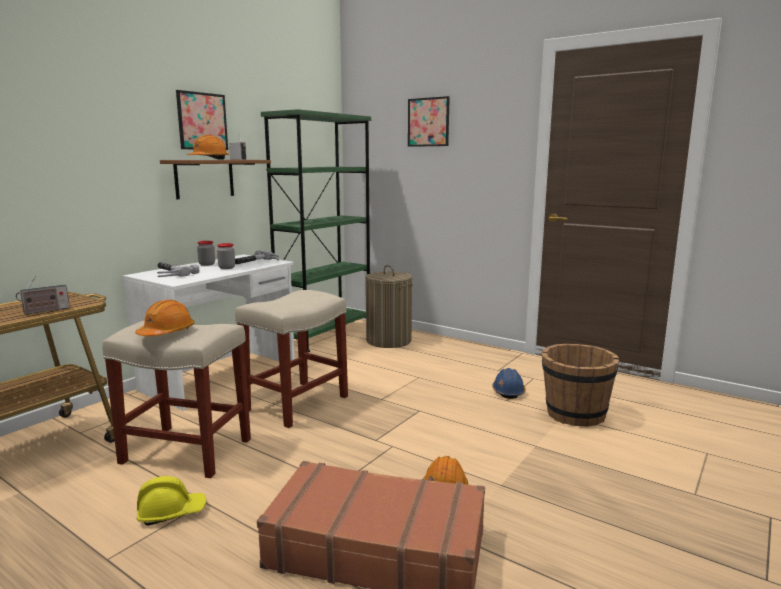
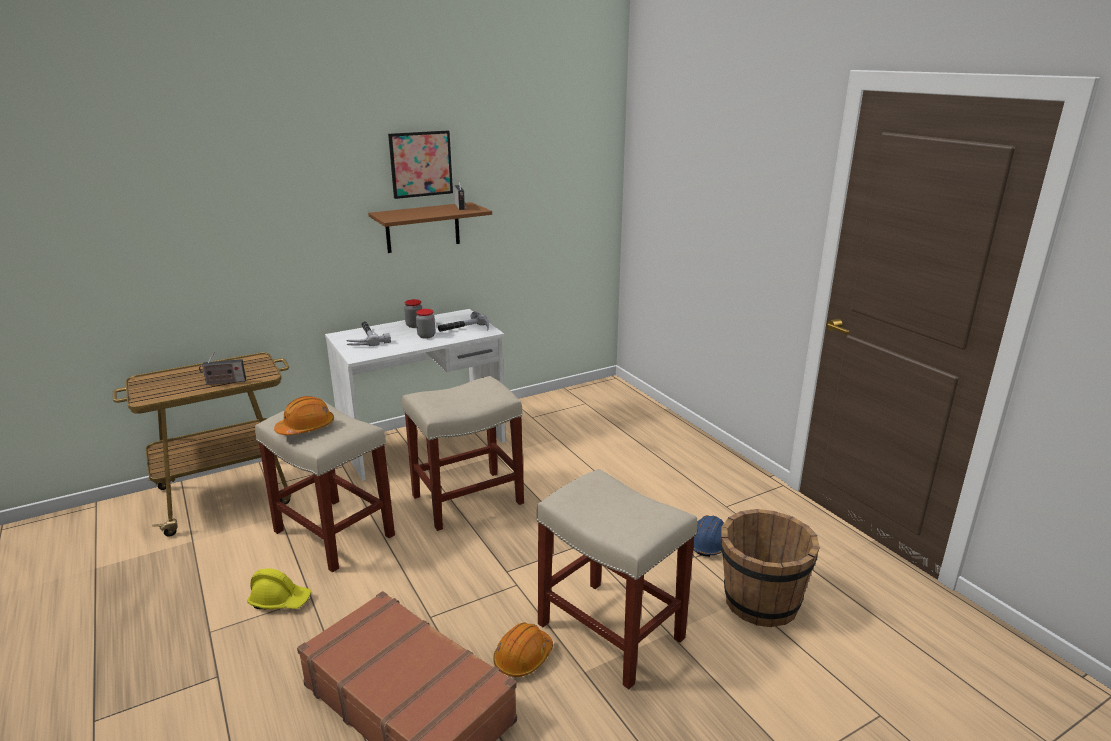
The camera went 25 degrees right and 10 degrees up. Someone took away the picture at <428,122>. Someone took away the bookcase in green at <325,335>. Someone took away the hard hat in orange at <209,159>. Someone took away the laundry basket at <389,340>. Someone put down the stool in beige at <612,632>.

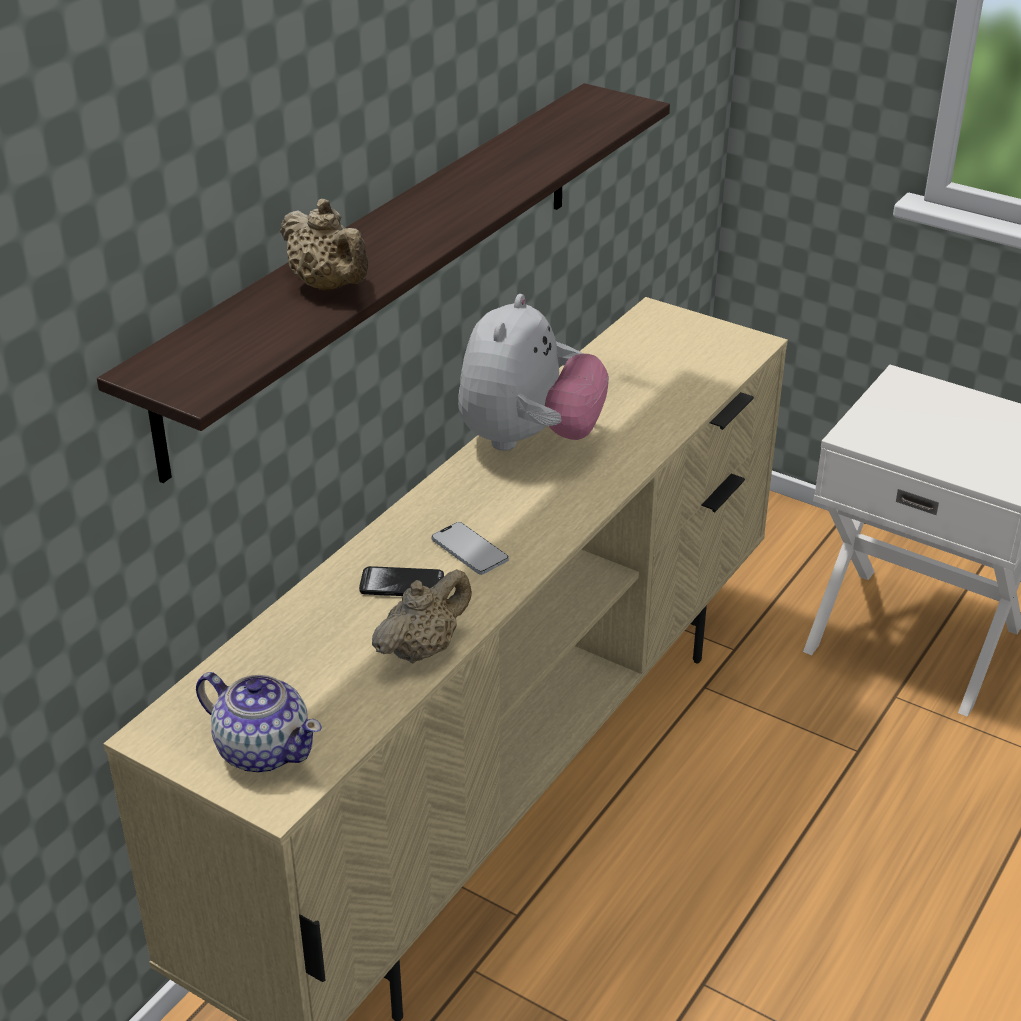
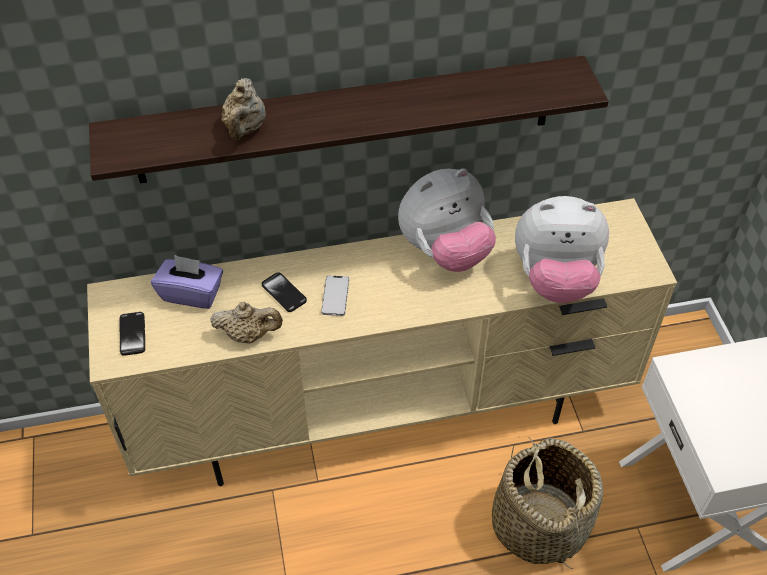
The camera went 45 degrees right and 15 degrees up. Someone swapped the teapot at <263,749> for the phone at <132,334>. Someone put down the plush toy at <555,279>. Someone put down the tissue box in purple at <192,293>. Someone put down the basket at <539,523>.

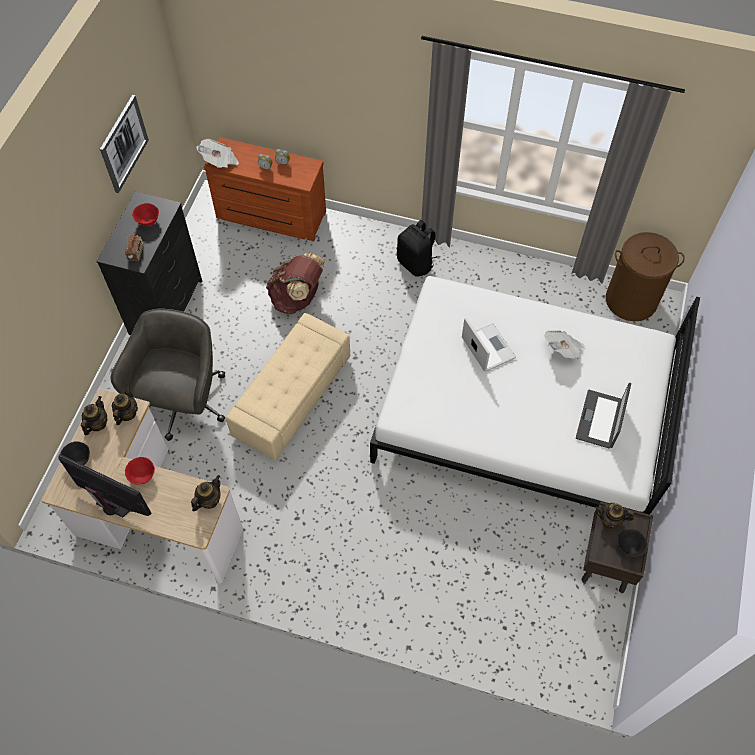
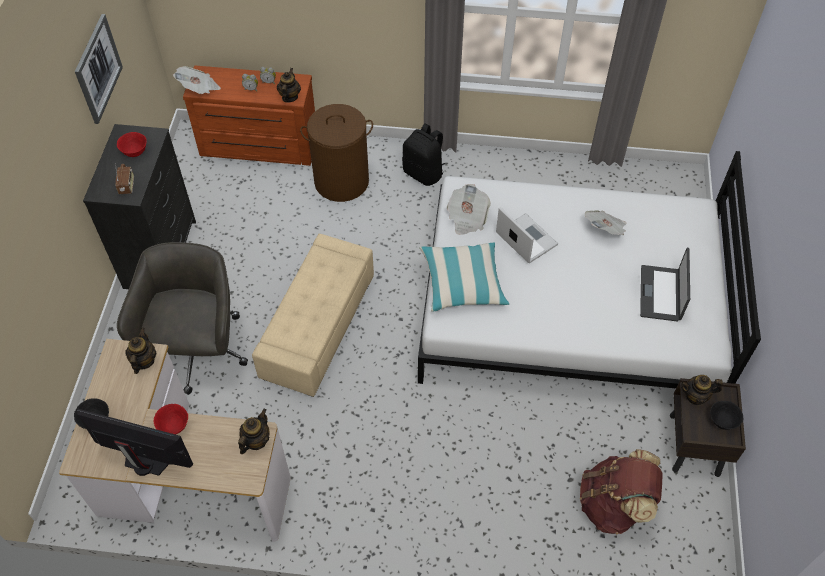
The camera went 10 degrees left and 5 degrees down. Someone carried the laundry basket in brown from <631,300> to <341,181>. Someone carried the backpack in brown from <297,298> to <613,504>. Someone carried the teapot from <97,423> to <289,97>. Someone put down the newspaper at <467,218>. Someone put down the pillow at <462,282>.

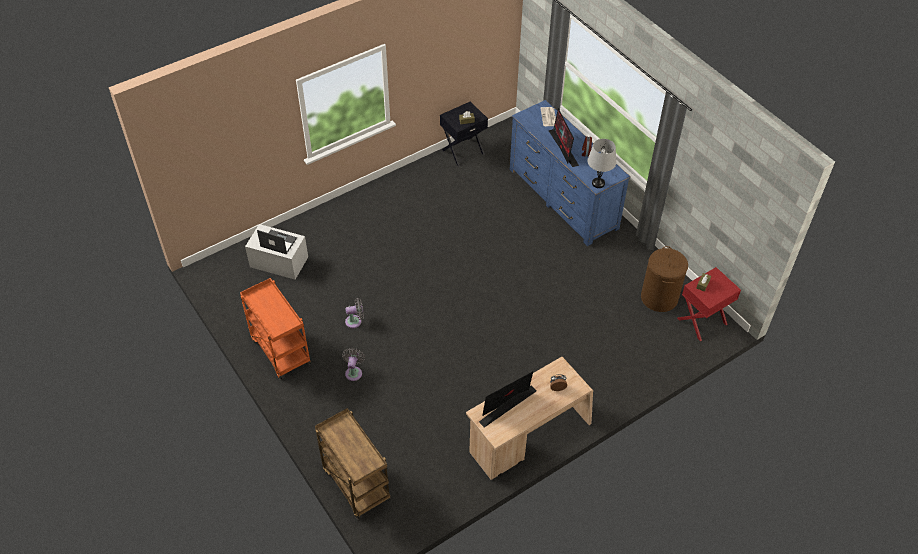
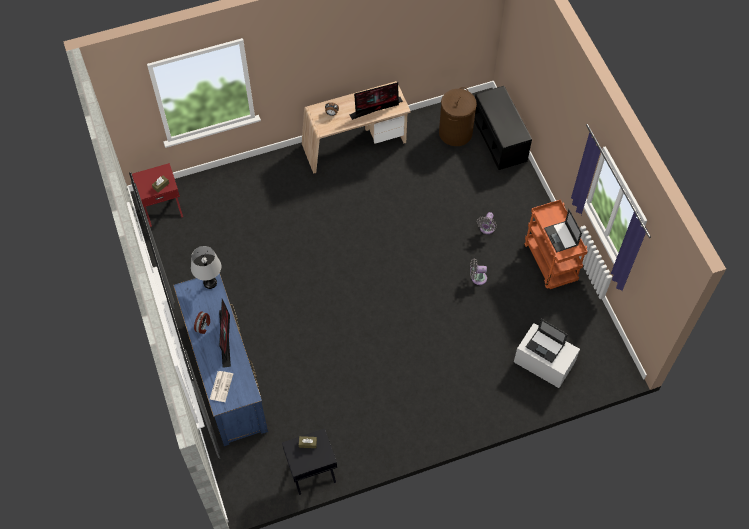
The camera went 165 degrees left and 10 degrees up. Someone carried the laundry basket in brown from <659,298> to <455,133>. Someone swapped the cart in brown at <355,484> for the bench in black at <500,139>. Someone put down the laptop at <561,237>.

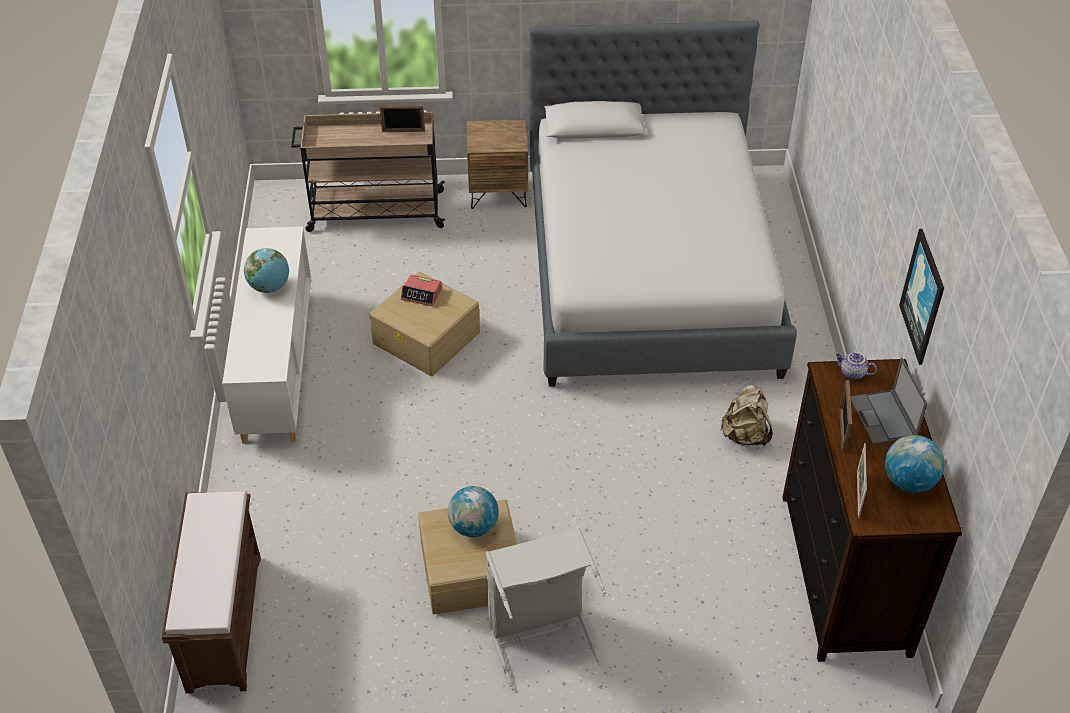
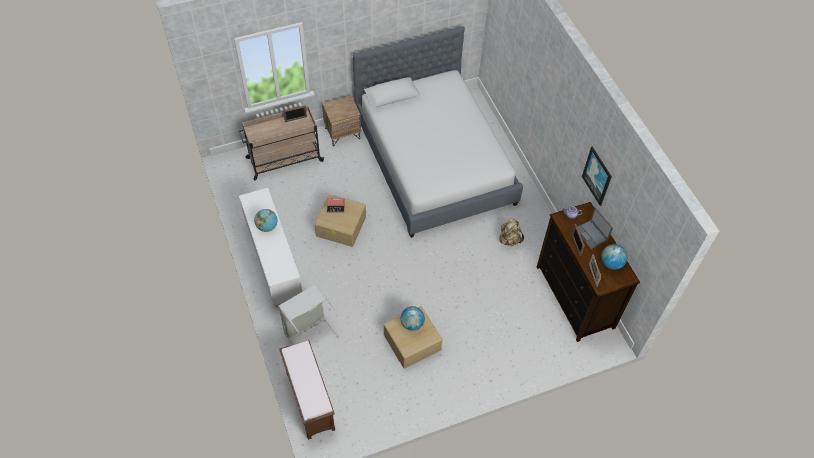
The camera went 20 degrees left and 10 degrees up. Someone carried the laundry basket in grey from <541,636> to <308,331>.

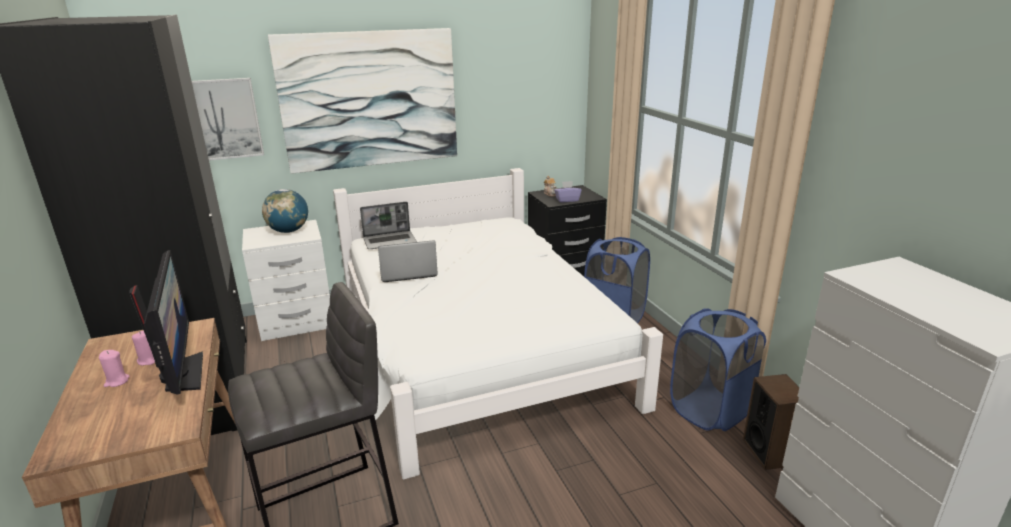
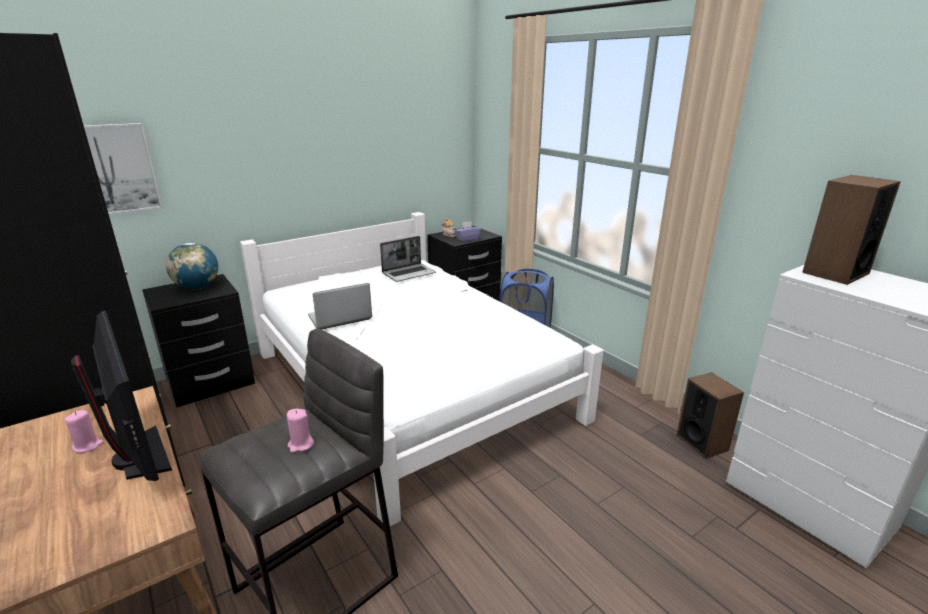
The camera went 15 degrees left and 0 degrees up. Someone took away the picture at <370,100>. Someone carried the laptop from <390,241> to <409,273>. Someone repainted the nightstand in white at <297,322>, which became the nightstand in black at <211,383>. Someone took away the laundry basket in blue at <710,410>. Someone carried the candle in pink from <117,381> to <301,444>. Someone put down the speaker at <835,273>.

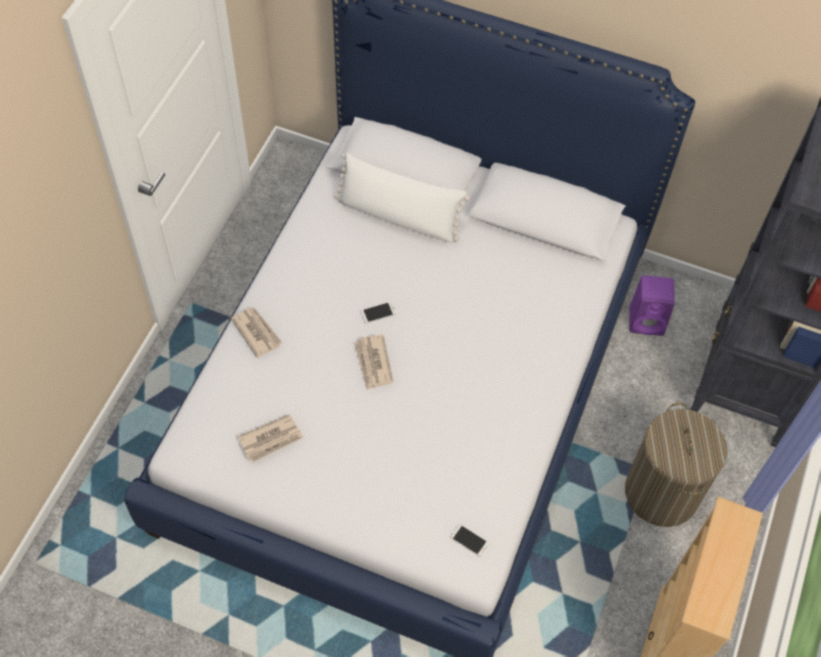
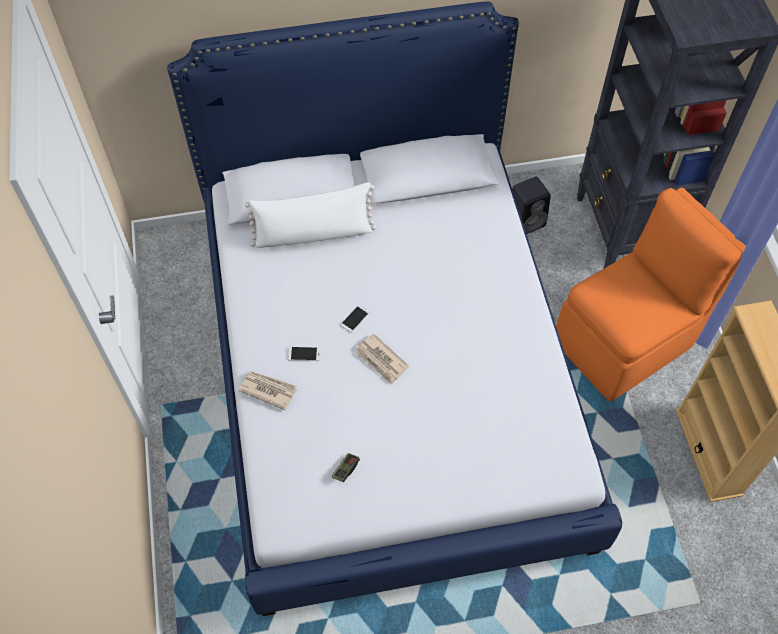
The camera went 30 degrees left and 0 degrees up. Someone repainted the speaker in purple at <647,321>, which became the speaker in black at <526,221>. Someone swapped the laundry basket at <661,492> for the chair in orange at <626,341>. Someone swapped the newspaper at <271,439> for the game controller at <345,469>. Someone carried the phone from <469,540> to <304,354>.

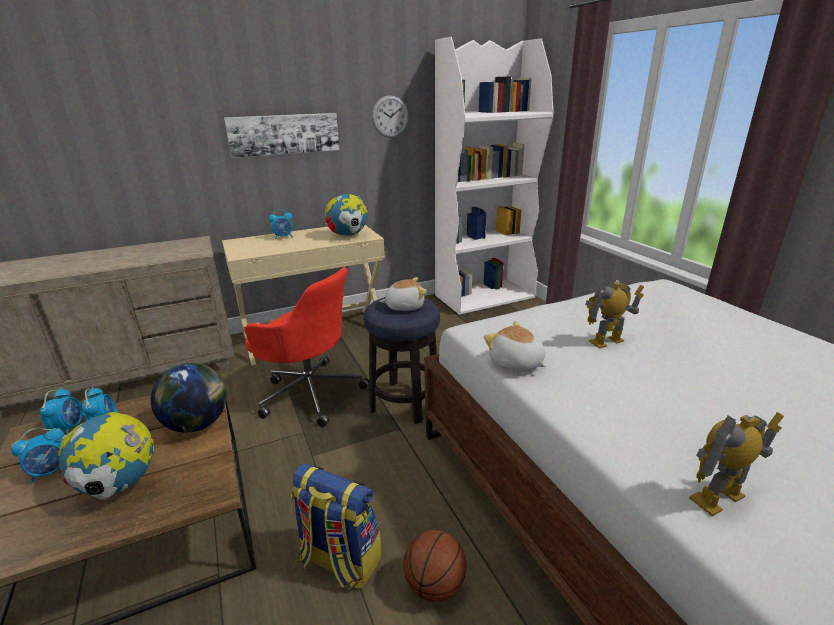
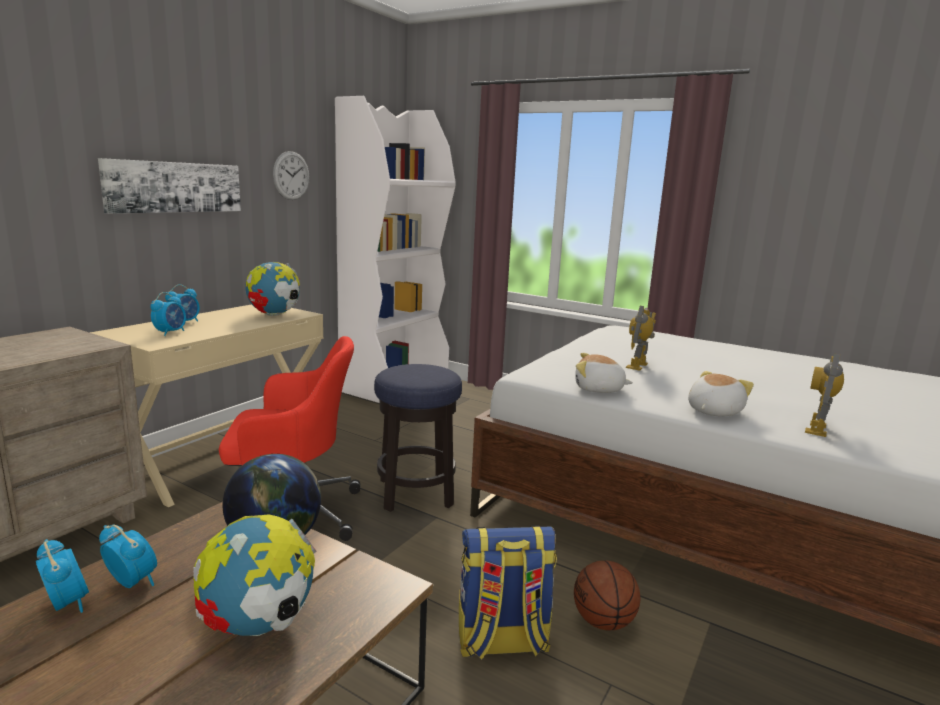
The camera went 35 degrees left and 10 degrees down. Someone carried the plush toy from <404,306> to <712,411>. Someone carried the alarm clock from <51,471> to <170,332>.

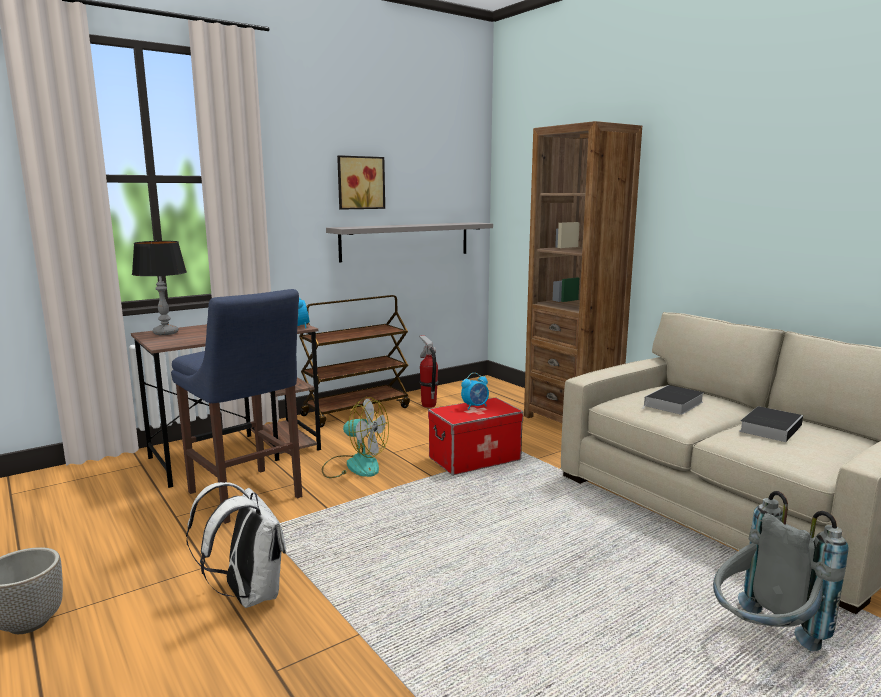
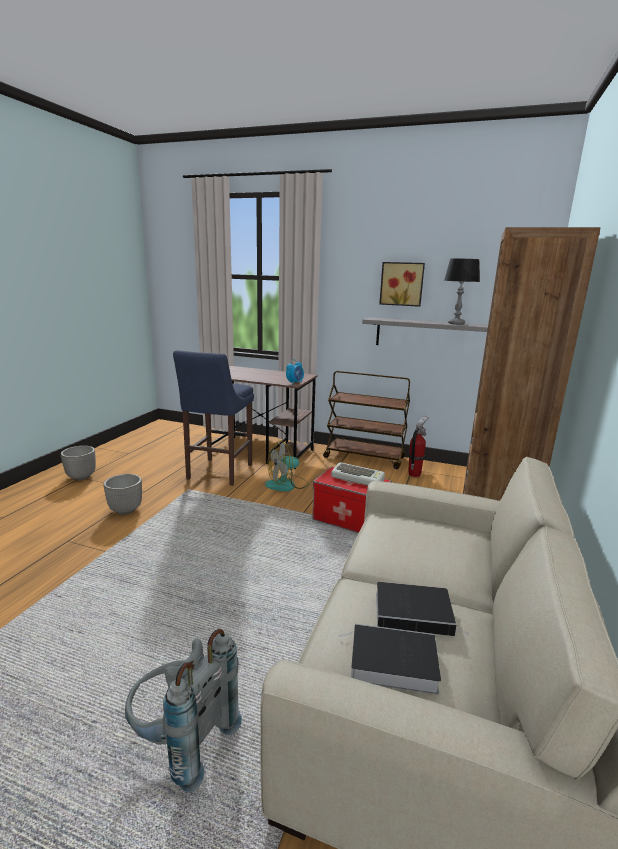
The camera went 55 degrees right and 5 degrees up. Someone carried the table lamp from <166,333> to <456,324>. Someone swapped the alarm clock at <475,406> for the keyboard at <358,478>. Someone carried the book from <673,404> to <390,662>. Someone rotated the fan at <354,465> by 75 degrees clockwise. Someone swapped the backpack in white at <248,594> for the planter at <126,510>.

